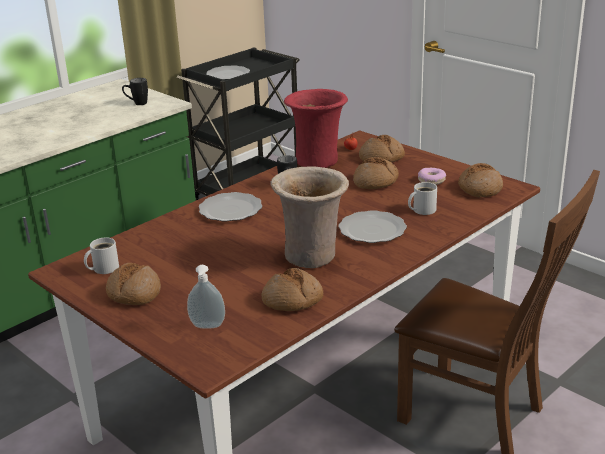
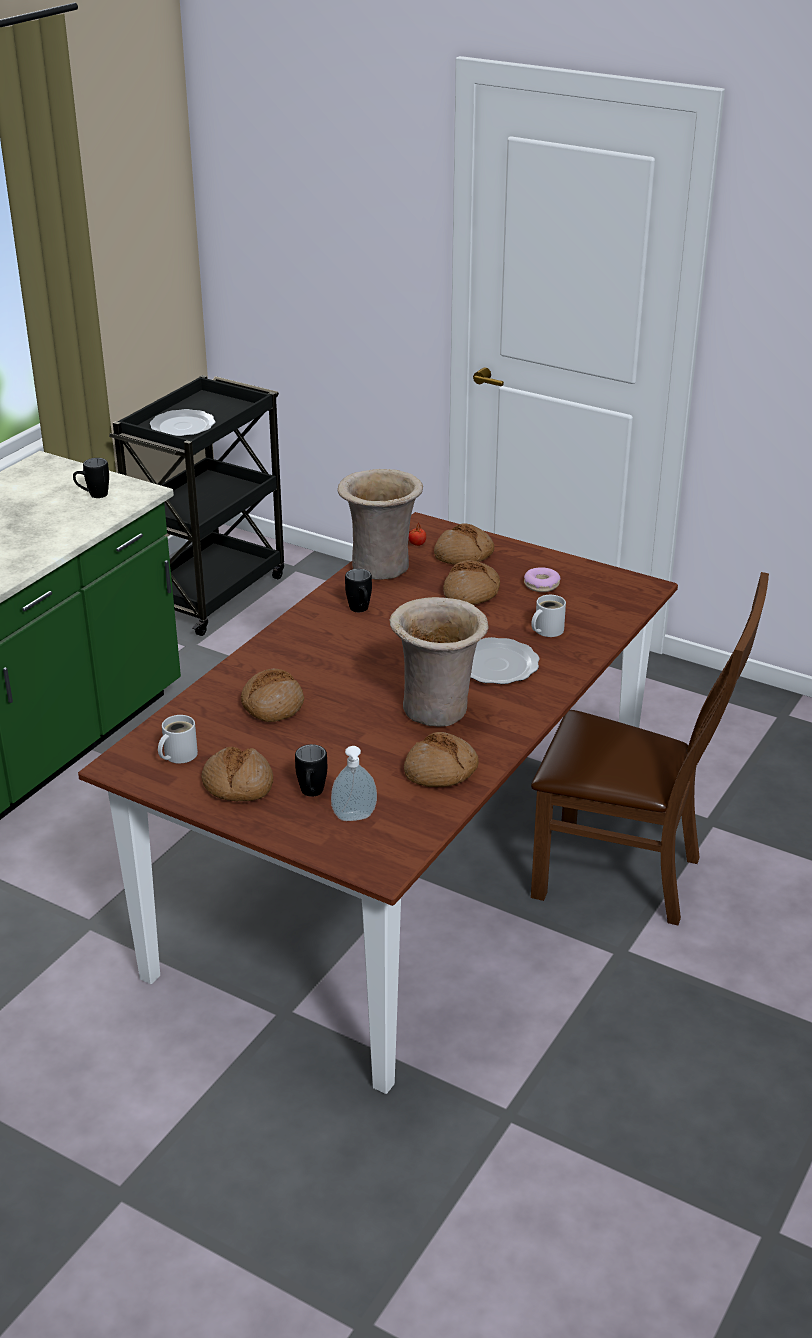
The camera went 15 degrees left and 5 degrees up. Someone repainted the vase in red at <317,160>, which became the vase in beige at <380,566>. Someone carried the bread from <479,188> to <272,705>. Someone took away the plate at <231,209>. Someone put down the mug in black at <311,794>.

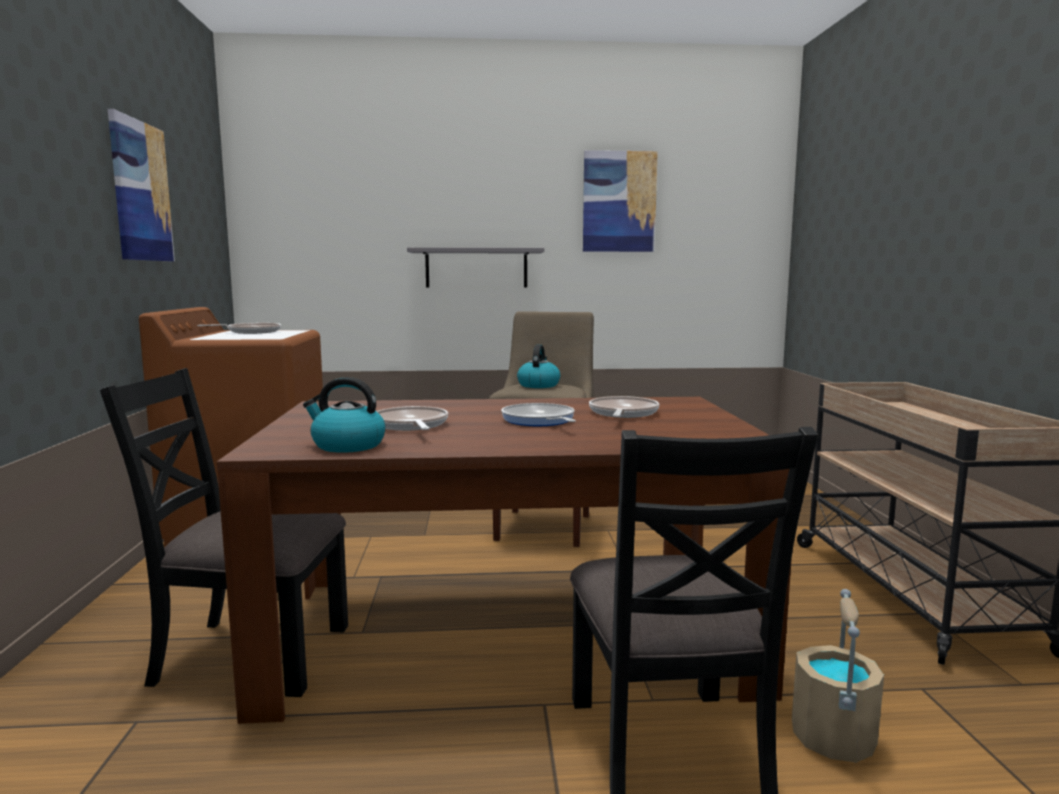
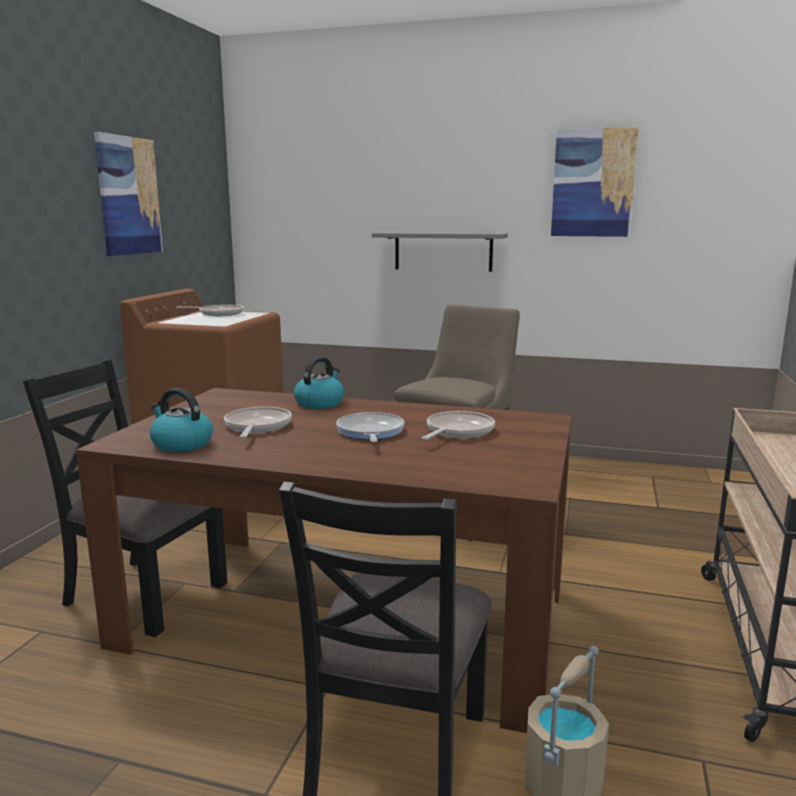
The camera went 20 degrees right and 5 degrees up. Someone carried the kettle from <538,385> to <319,403>.

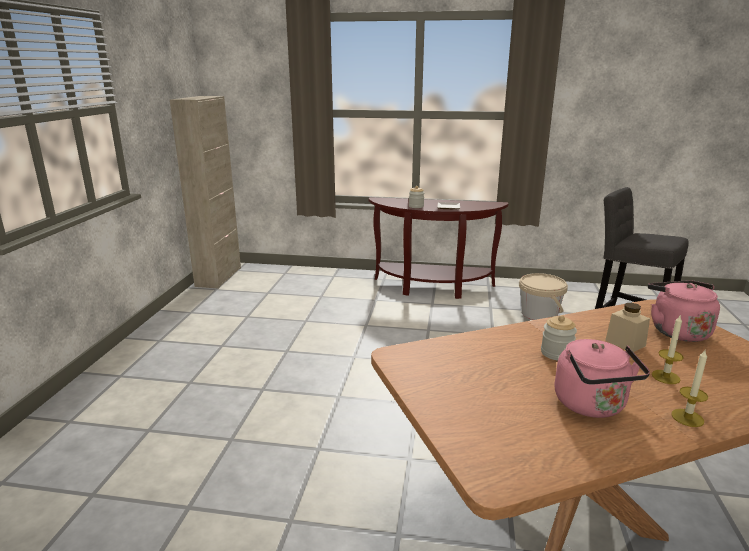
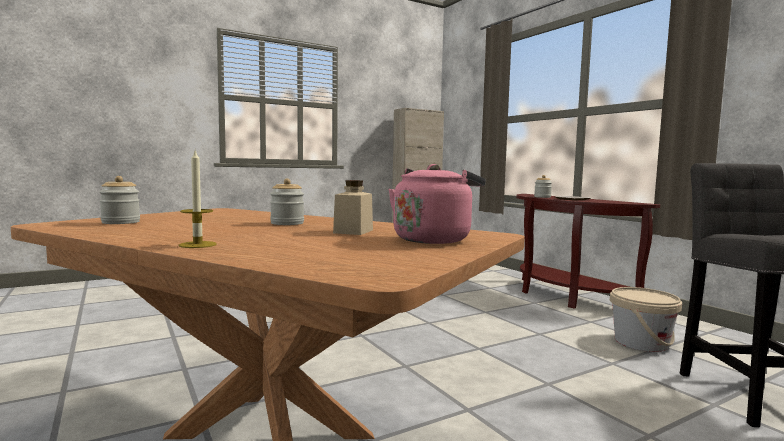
The camera went 50 degrees right and 15 degrees down. Someone took away the candle at <665,377>. Someone took away the kettle in pink at <592,406>. Someone put down the jar at <120,222>.

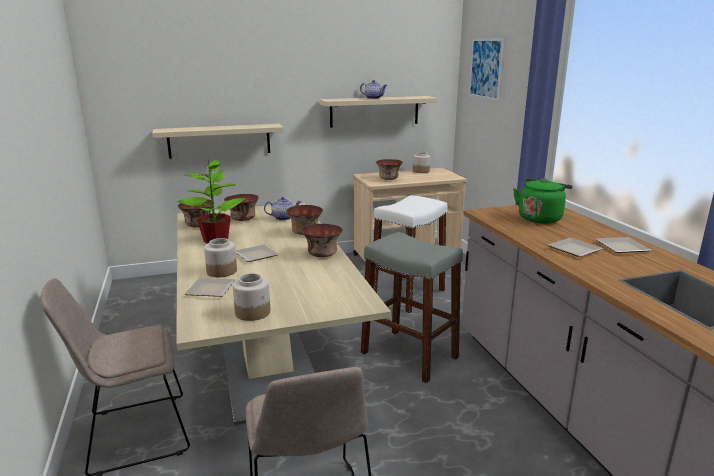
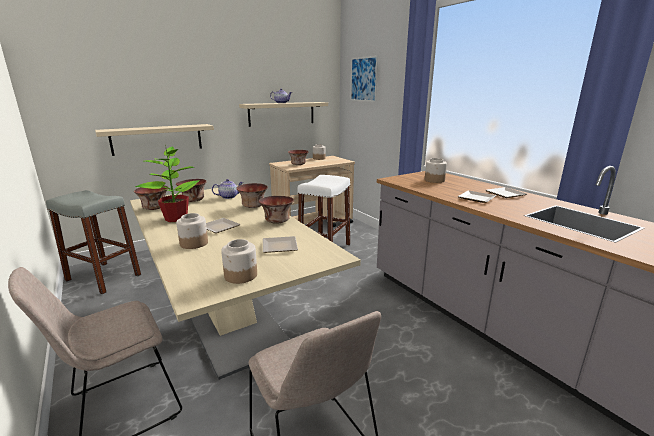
The camera went 15 degrees left and 0 degrees up. Someone swapped the kettle in green at <540,218> for the jar at <434,180>. Someone carried the stool in grey from <409,355> to <103,277>. Someone carried the plate from <208,290> to <278,247>.

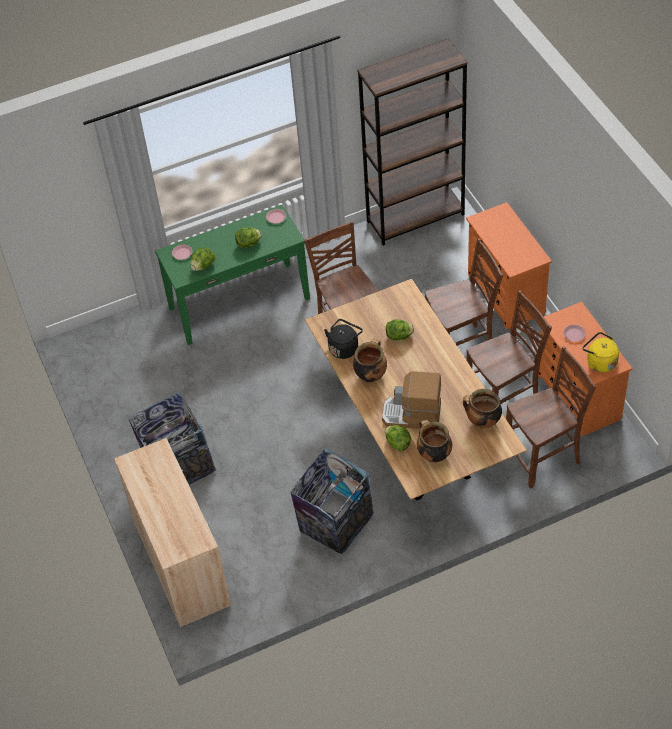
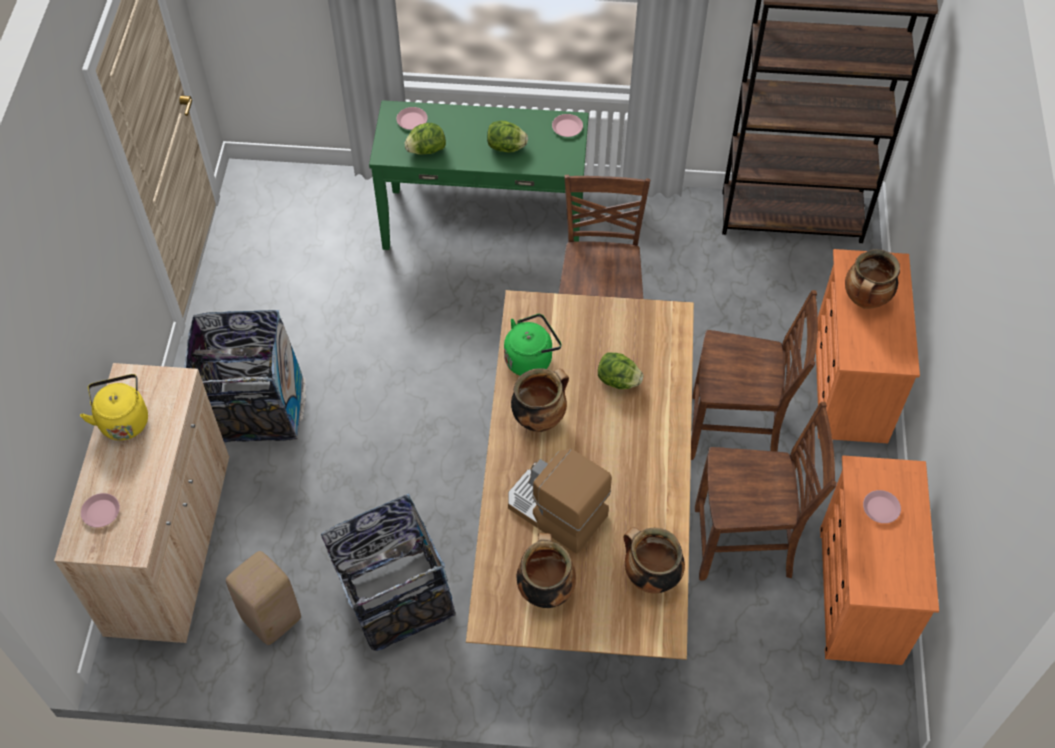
The camera went 25 degrees right and 5 degrees up. Someone repainted the kettle in black at <344,347>, which became the kettle in green at <531,359>. Someone carried the kettle in yellow from <599,362> to <123,420>. Someone took away the chair in brown at <544,458>. Someone took away the lettuce at <397,443>. Someone put down the cooking pot at <865,300>. Someone put down the plate in pink at <101,512>. Someone put down the stool in beige at <271,620>.

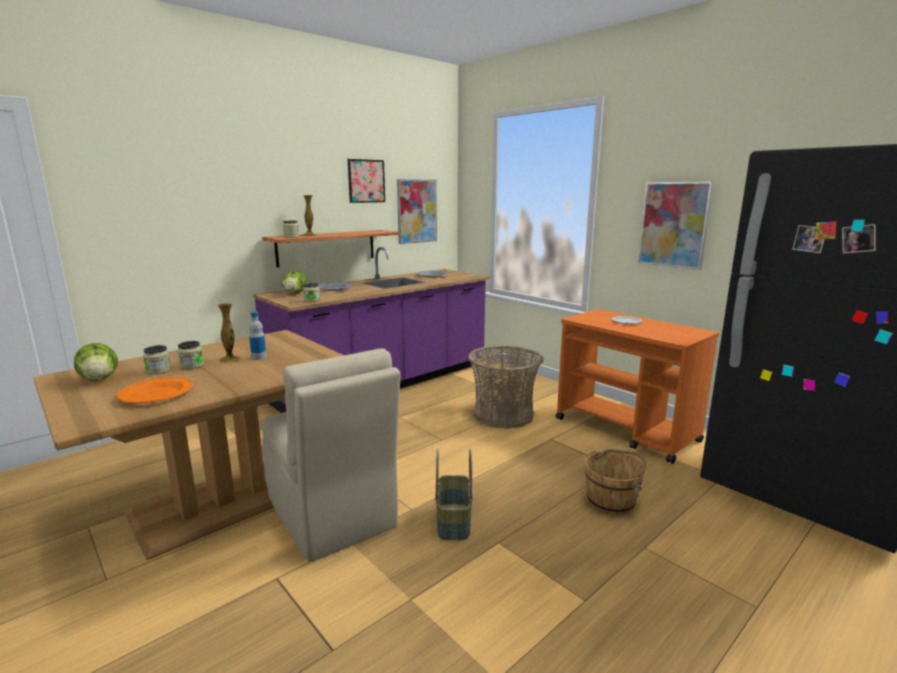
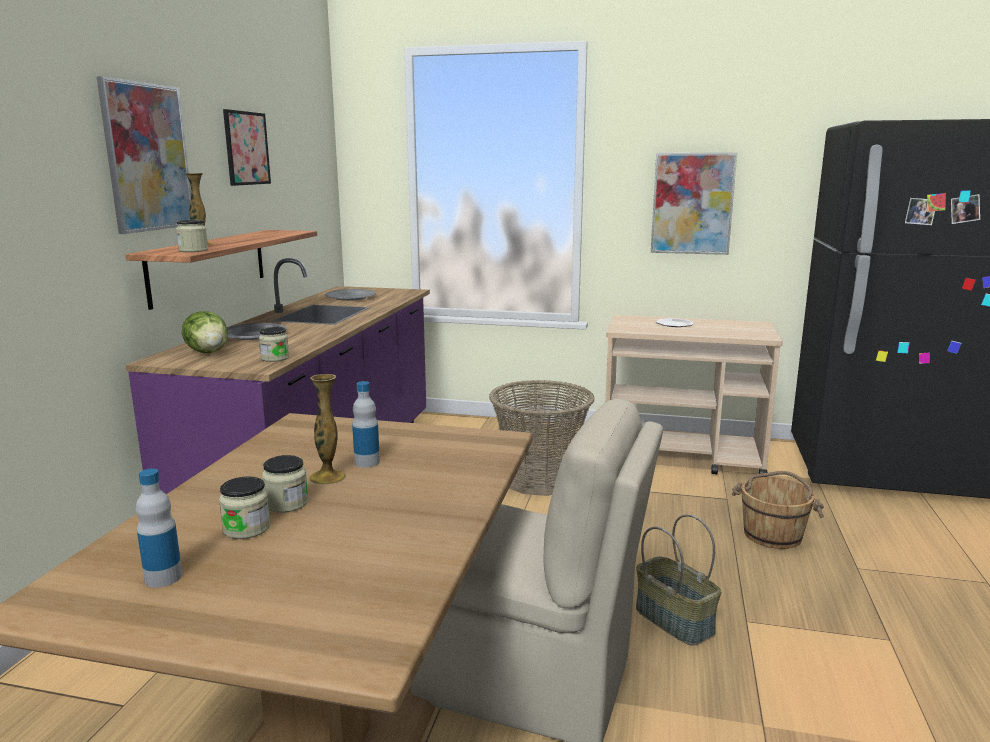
The camera went 35 degrees left and 0 degrees up. Someone carried the picture from <417,211> to <147,157>. Someone repainted the cart in orange at <626,430>, which became the cart in beige at <683,457>. Someone swapped the lettuce at <99,379> for the bottle at <163,577>. Someone took away the plate in orange at <156,394>.

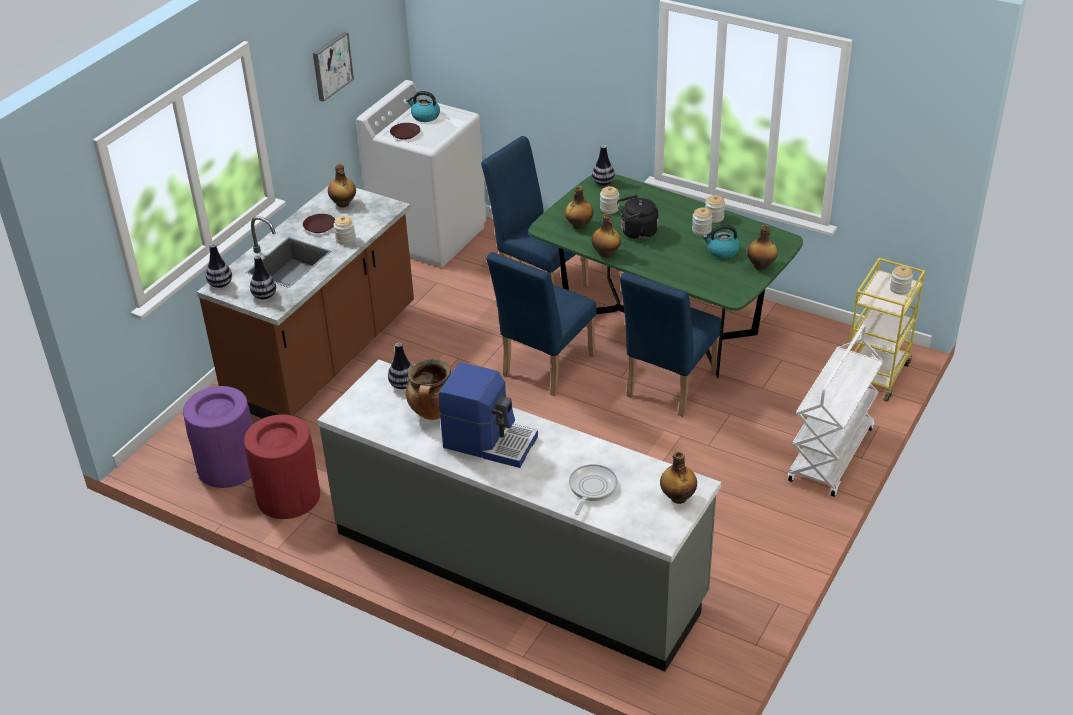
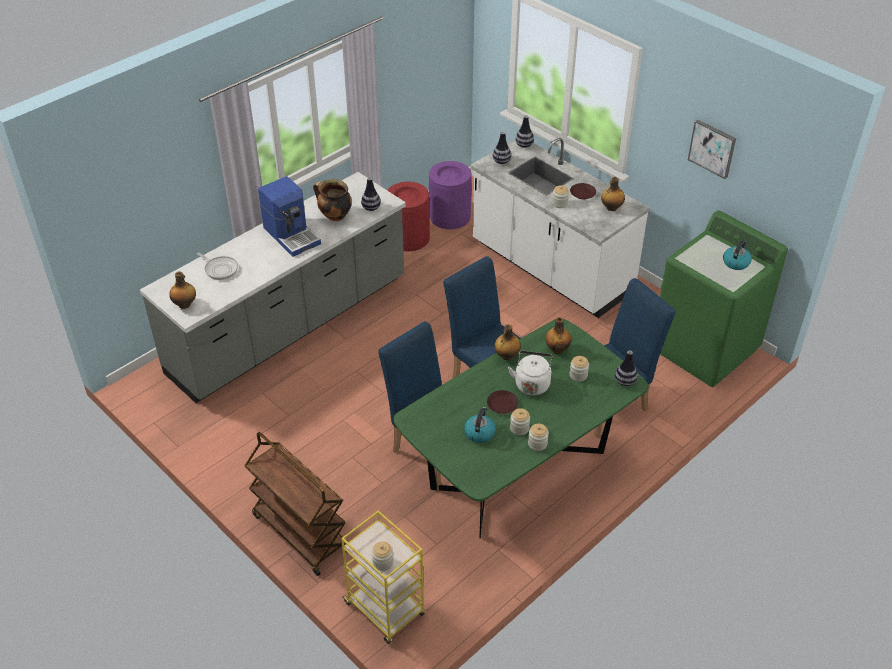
The camera went 105 degrees right and 5 degrees up. Someone repainted the washing machine in white at <429,235>, which became the washing machine in green at <705,349>. Someone carried the plate in brown from <405,134> to <502,405>. Someone repainted the counter in brown at <324,356>, which became the counter in white at <550,269>. Someone repainted the kettle in black at <636,233>, which became the kettle in white at <532,383>. Someone took away the bottle at <761,266>. Someone repainted the cart in white at <831,456>, which became the cart in brown at <300,533>. Someone rotated the coffee machine at <489,441> by 75 degrees counterclockwise.

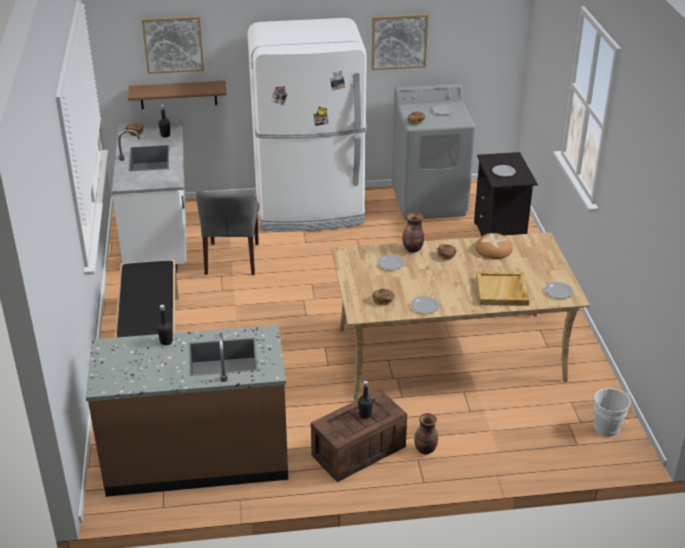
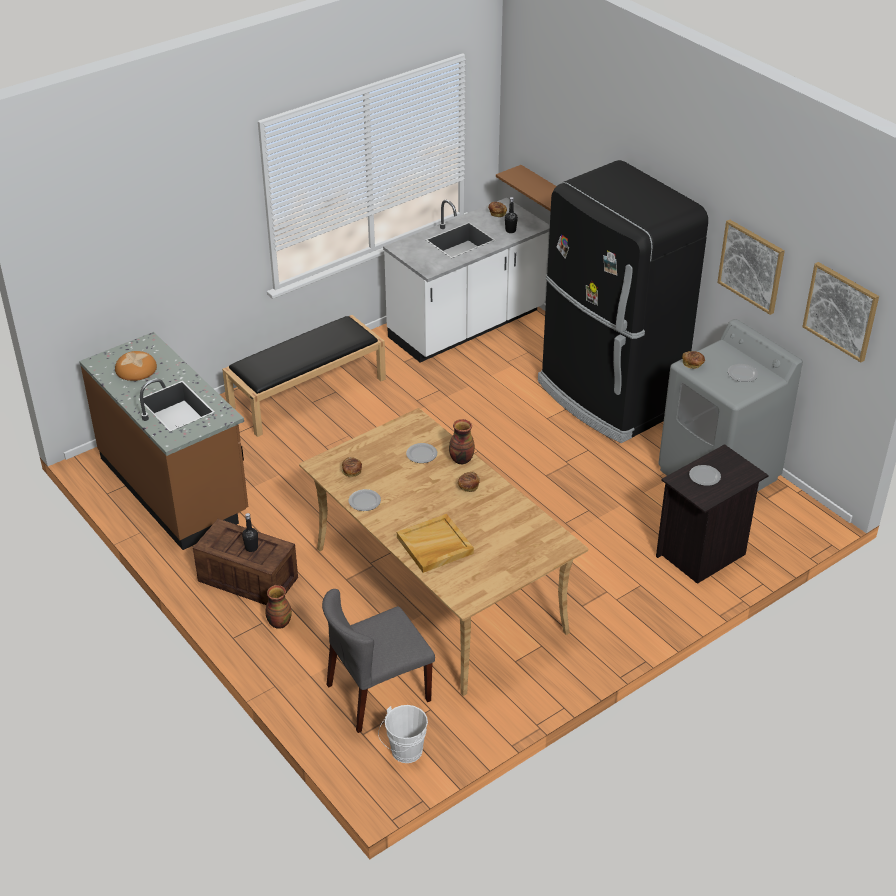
The camera went 60 degrees right and 5 degrees up. Someone carried the picture from <173,44> to <841,311>. Someone repainted the fridge in white at <310,211>, which became the fridge in black at <608,398>. Someone carried the chair in grey from <232,259> to <378,693>. Someone carried the bread from <493,249> to <136,369>. Someone took away the plate at <558,291>. Someone took away the bottle in black at <166,341>.

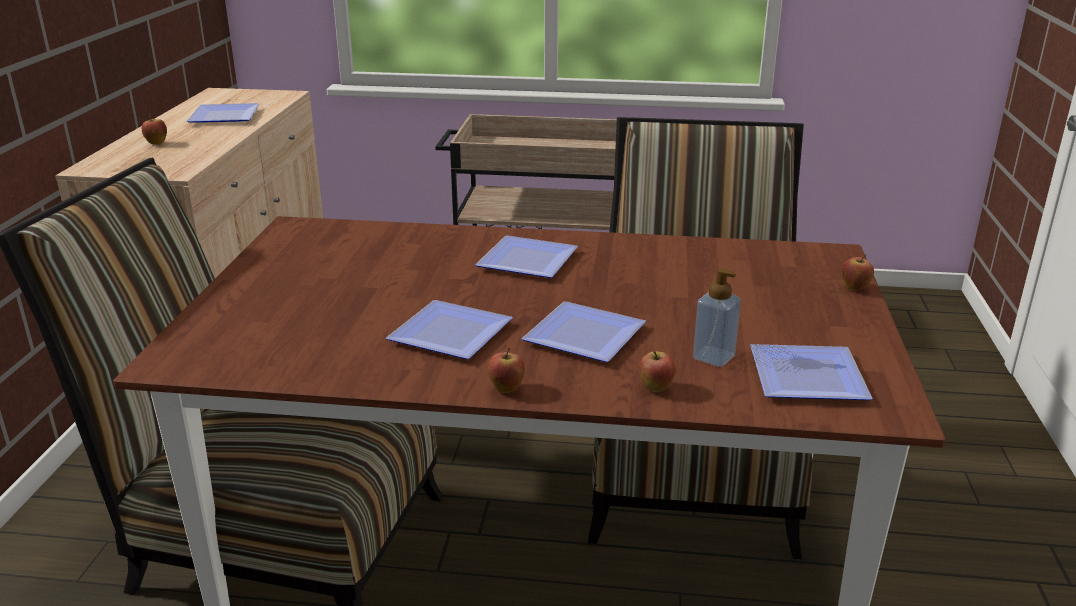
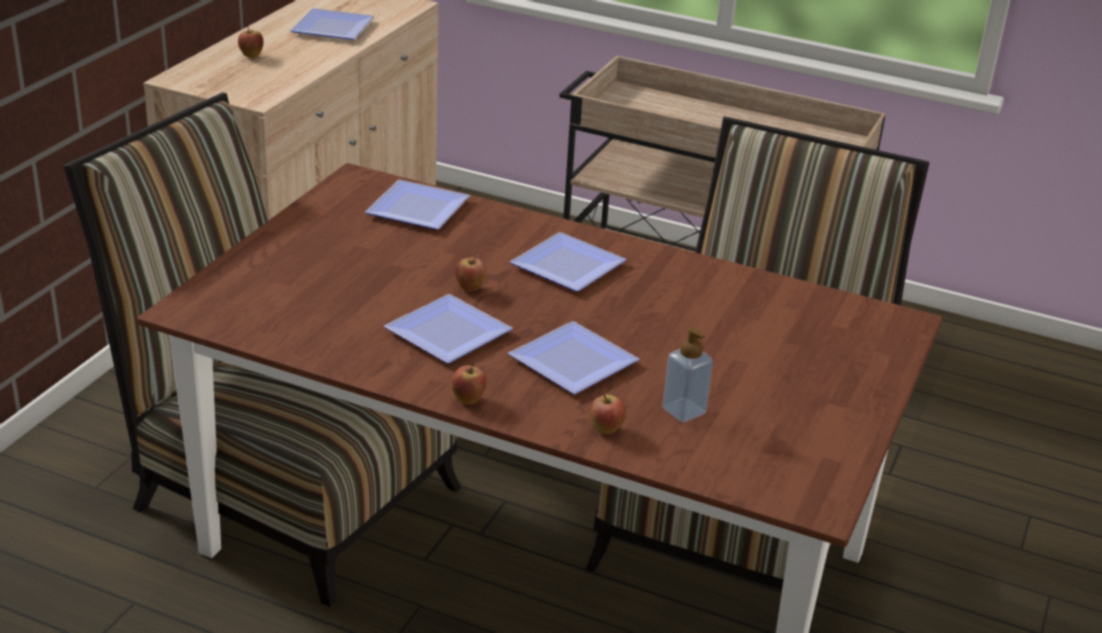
The camera went 15 degrees right and 5 degrees up. Someone carried the apple from <854,288> to <470,289>. Someone carried the plate from <804,379> to <414,210>.

